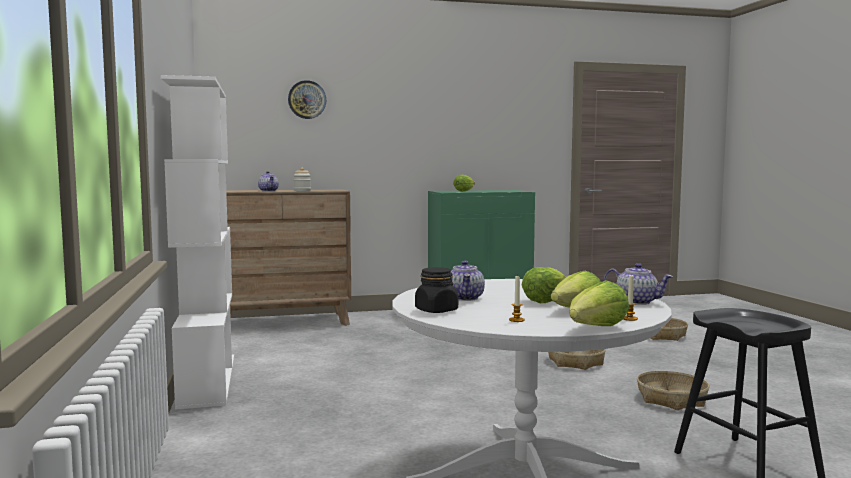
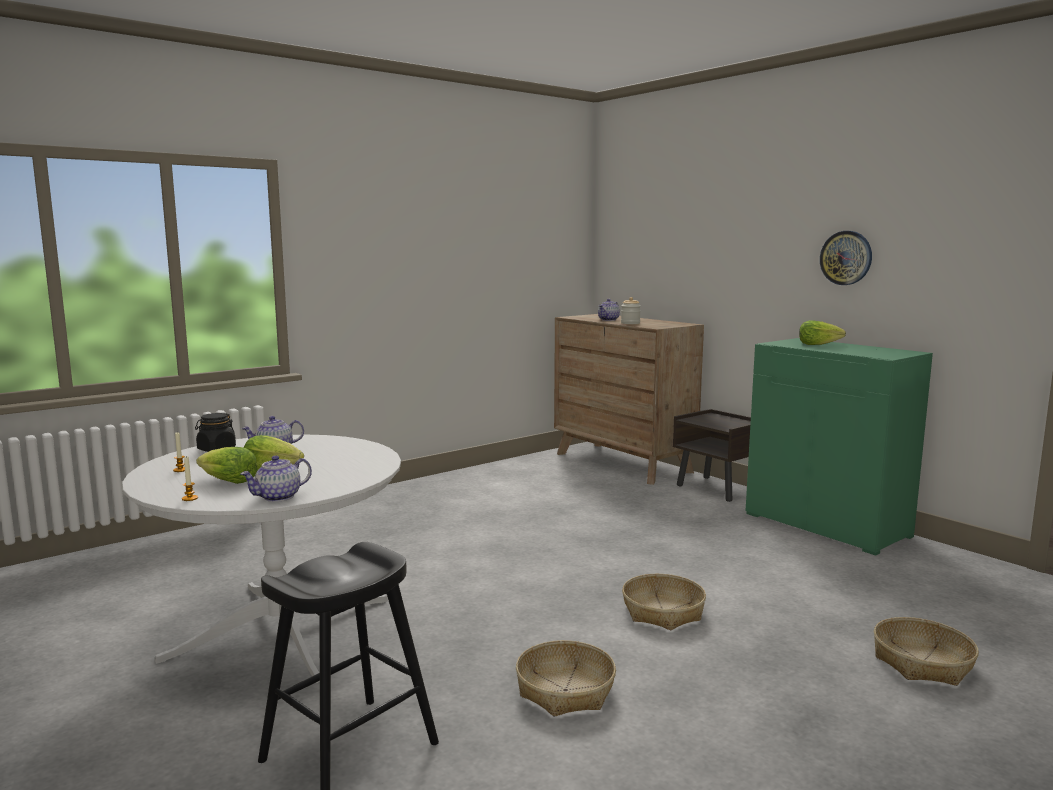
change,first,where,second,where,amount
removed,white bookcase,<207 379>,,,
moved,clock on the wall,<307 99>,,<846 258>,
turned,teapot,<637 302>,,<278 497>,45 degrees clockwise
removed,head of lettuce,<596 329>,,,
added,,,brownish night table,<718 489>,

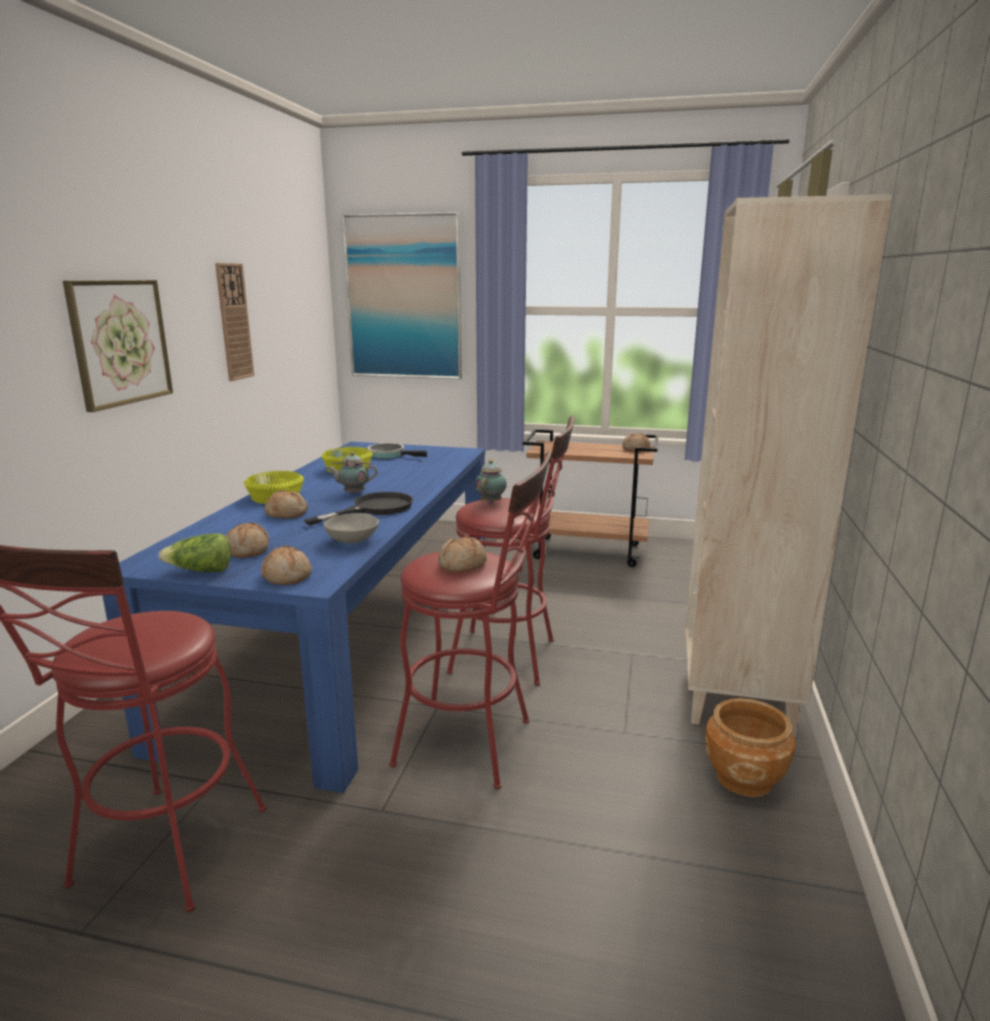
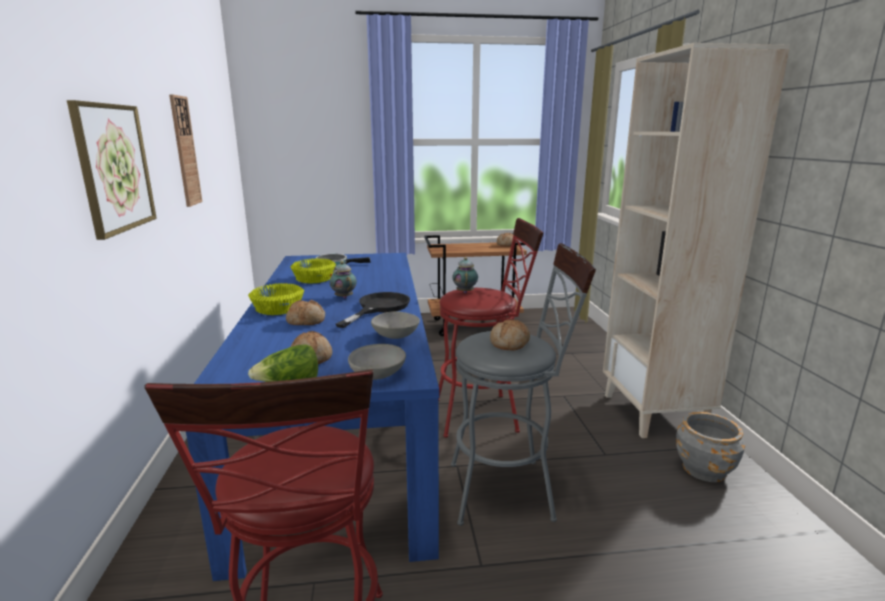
change,first,where,second,where,amount
removed,wall art,<404 298>,,,
recoloured,reddish stool seat,<475 744>,gray stool seat,<510 490>,
turned,teapot,<353 493>,,<343 297>,75 degrees clockwise
replaced,bread,<287 576>,gray bowl,<378 375>,
recoloured,brownish flower pot,<744 778>,gray flower pot,<704 469>,

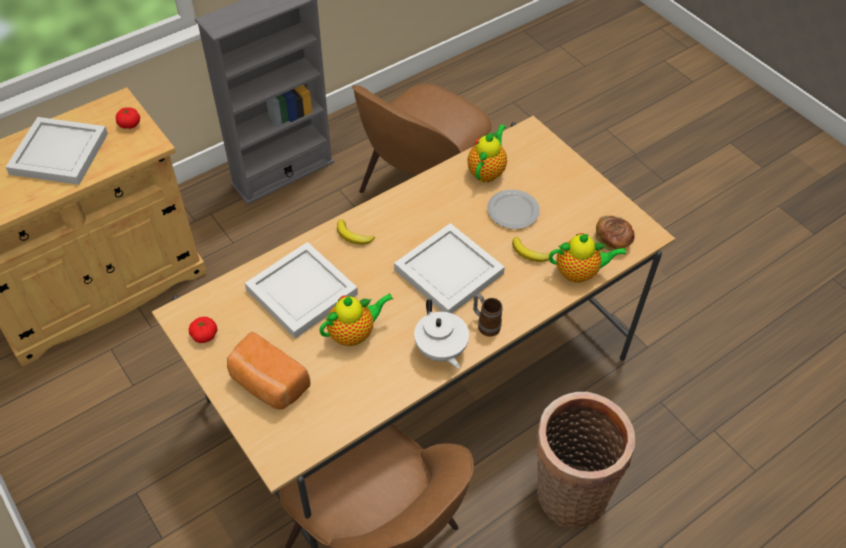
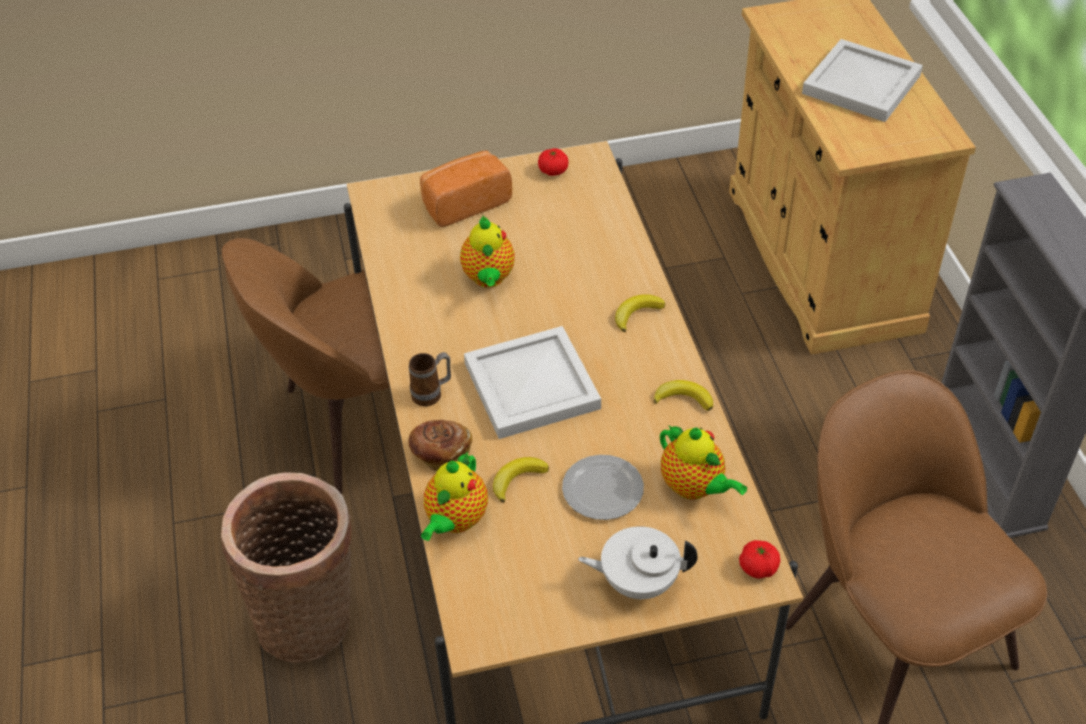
change,first,where,second,where,amount
moved,fresh tomato,<129 124>,,<758 567>,
moved,bread,<613 240>,,<440 453>,
removed,white carrying tray,<303 292>,,,
moved,white teapot,<440 350>,,<638 581>,
added,,,whole banana,<684 398>,

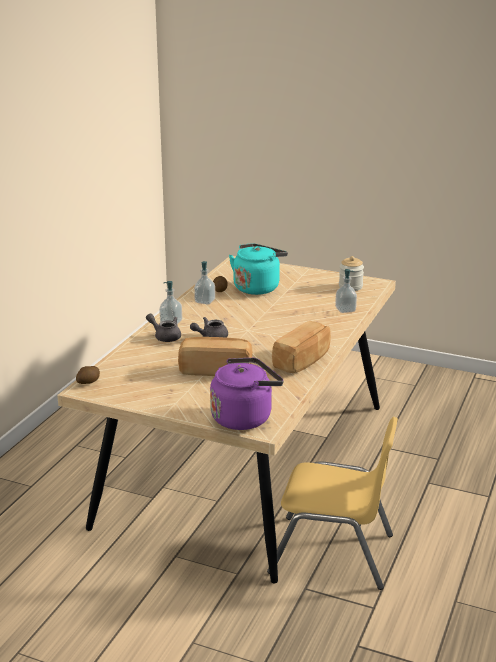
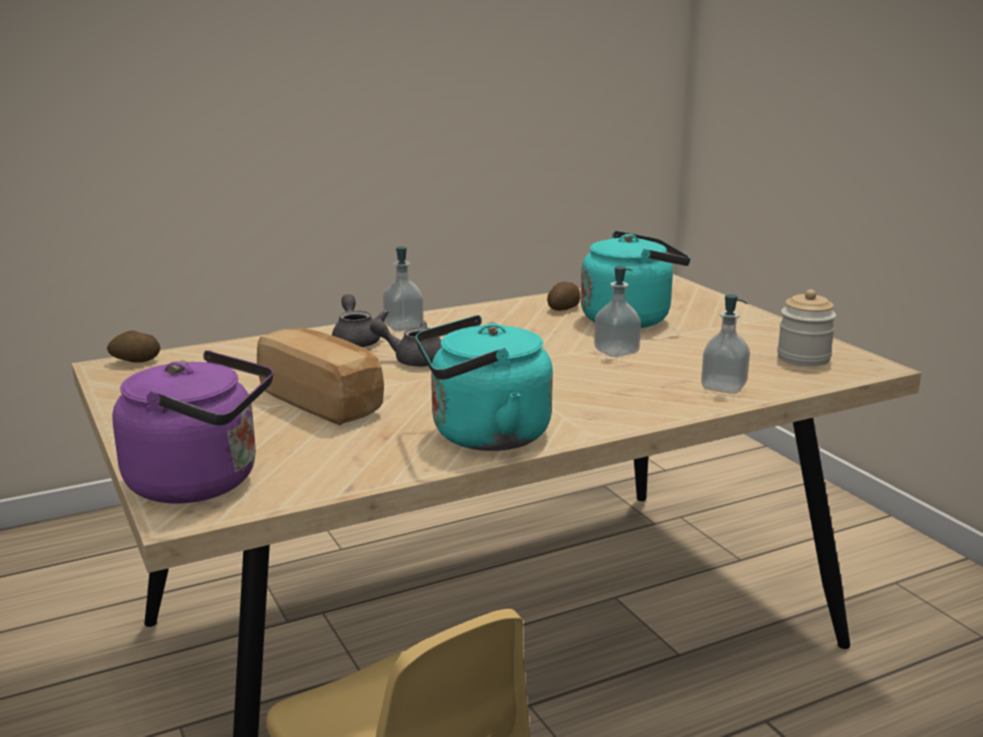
change,first,where,second,where,amount
moved,liquid soap bottle,<205 301>,,<616 351>,
replaced,bread,<303 361>,turquoise tea kettle,<483 436>,

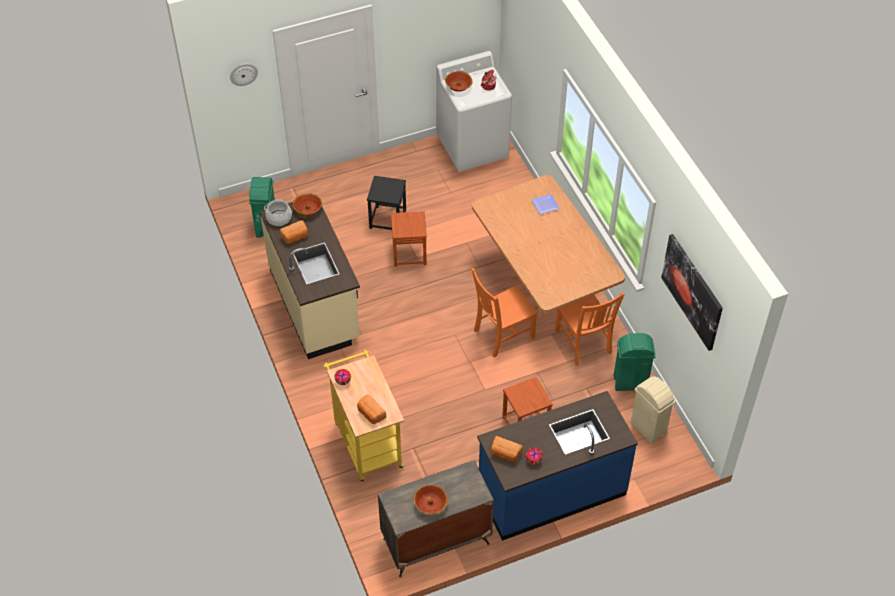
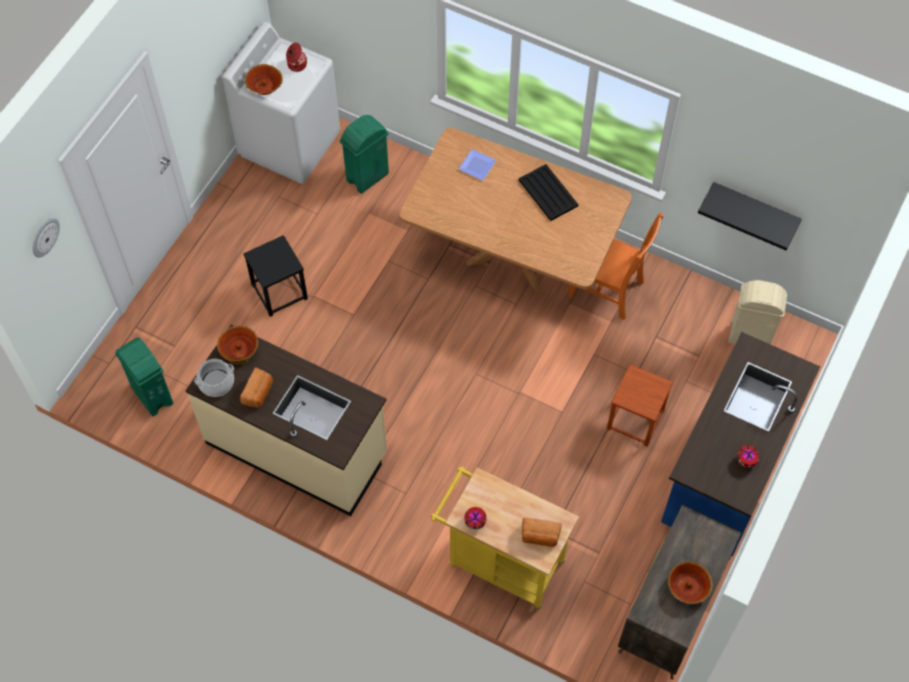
change,first,where,second,where,amount
removed,brownish stool seat,<409 253>,,,
removed,wall art,<692 291>,,,
removed,orange plain chair,<502 335>,,,
moved,green rubbish bin,<629 382>,,<367 177>,
removed,bread,<505 454>,,,
added,,,black carrying tray,<548 193>,
added,,,black bracket shelf,<754 209>,

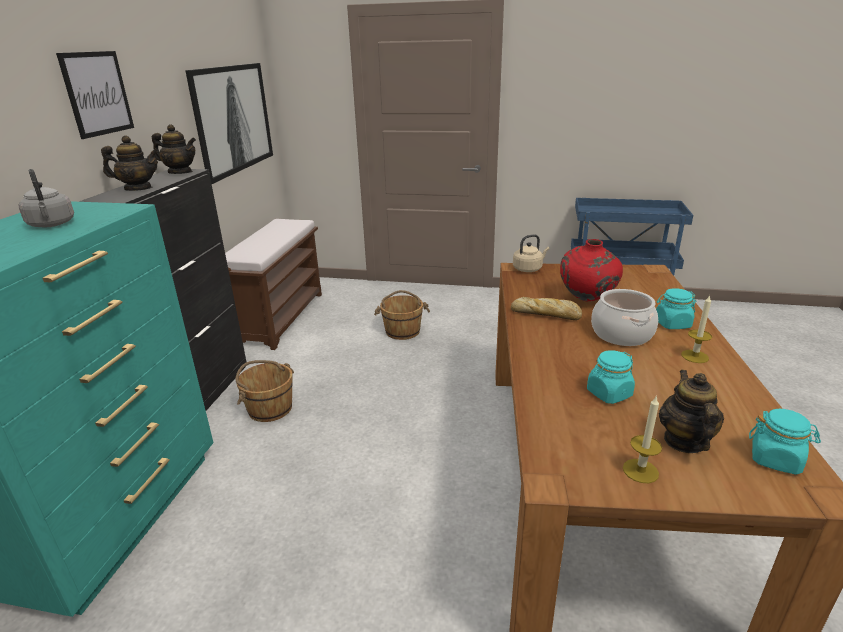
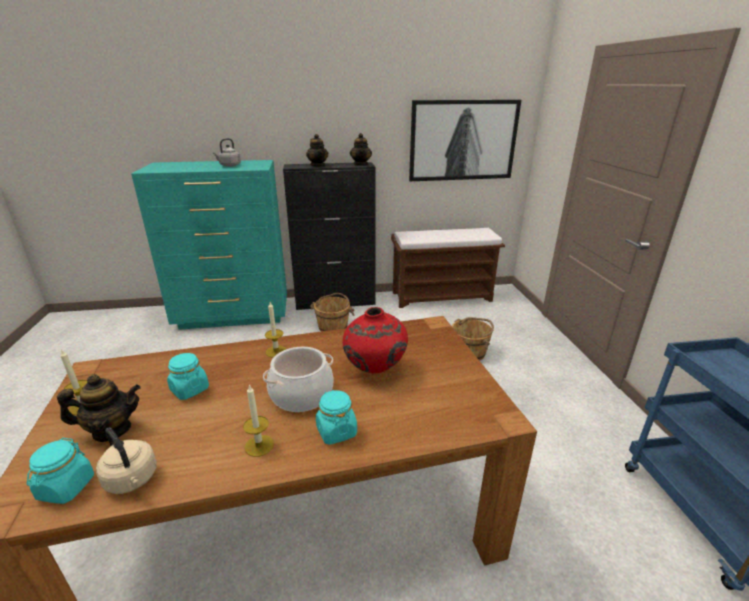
change,first,where,second,where,amount
removed,wall art,<97 93>,,,
moved,sand-coloured tea kettle,<528 269>,,<132 480>,
removed,bread,<547 314>,,,
added,,,wax light,<276 351>,

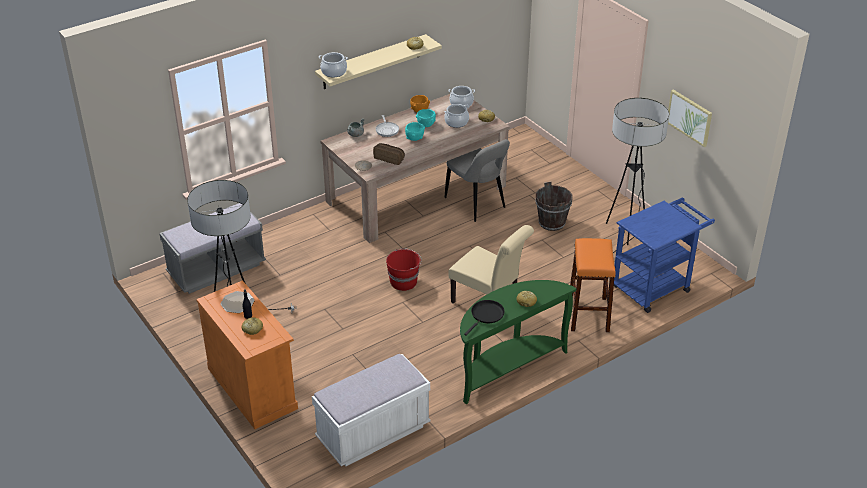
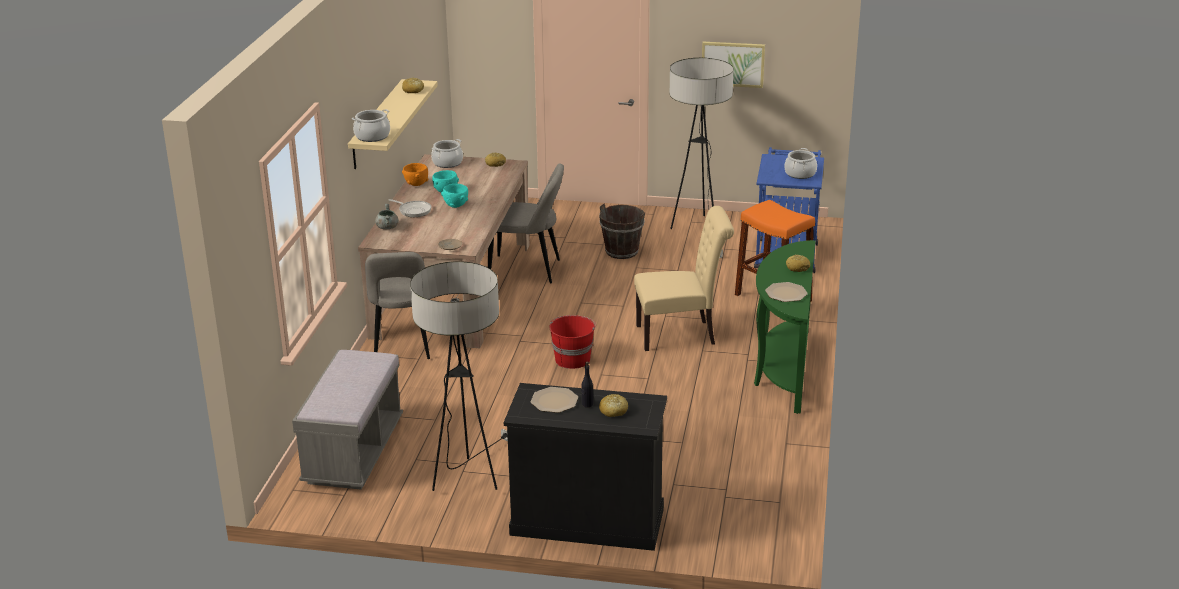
change,first,where,second,where,amount
moved,cooking pot,<456 122>,,<800 174>,
removed,bread,<389 158>,,,
recoloured,orange storage cabinet,<252 388>,black storage cabinet,<587 521>,
replaced,black pan,<486 315>,dinner plate,<786 293>,
removed,white long seat,<373 433>,,,
added,,,gray plain chair,<402 345>,

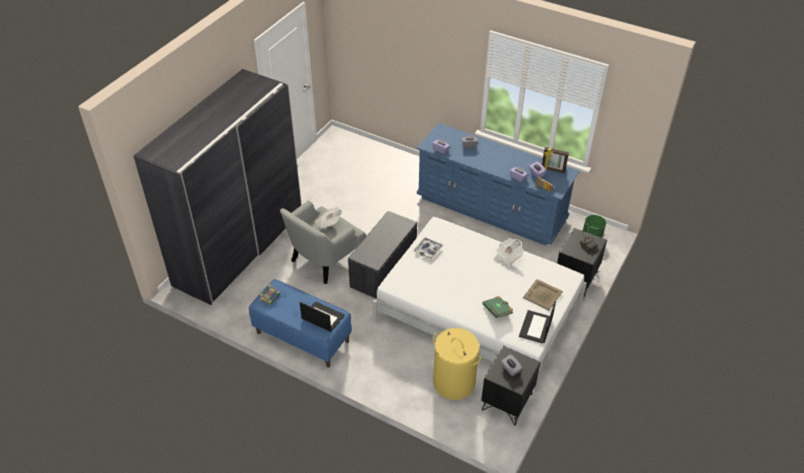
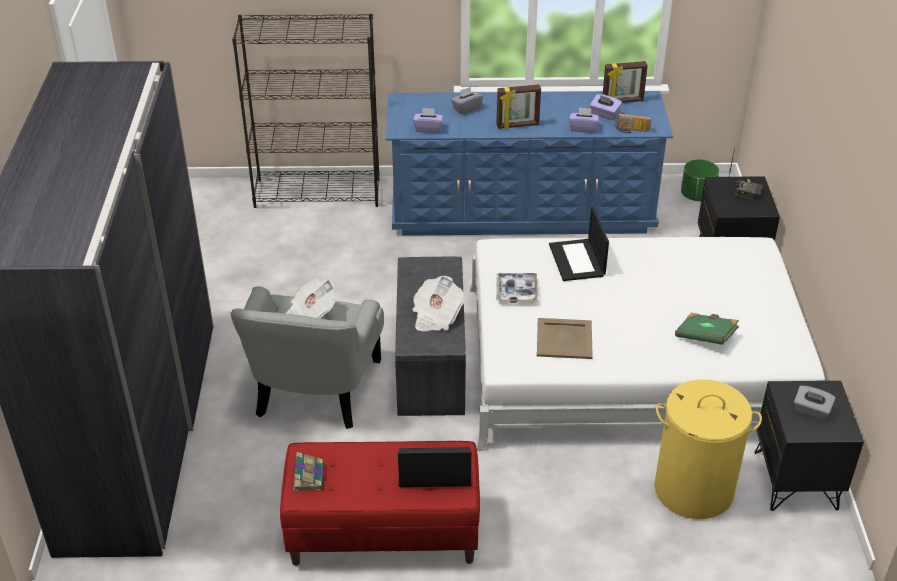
change,first,where,second,where,amount
moved,newspaper,<507 257>,,<436 316>,
recoloured,blue-coloured long seat,<302 337>,reddish long seat,<383 534>,
moved,sand-coloured carrying tray,<543 295>,,<565 338>,
moved,laptop,<536 327>,,<577 260>,
added,,,black bookcase,<318 193>,
added,,,photo frame,<517 125>,

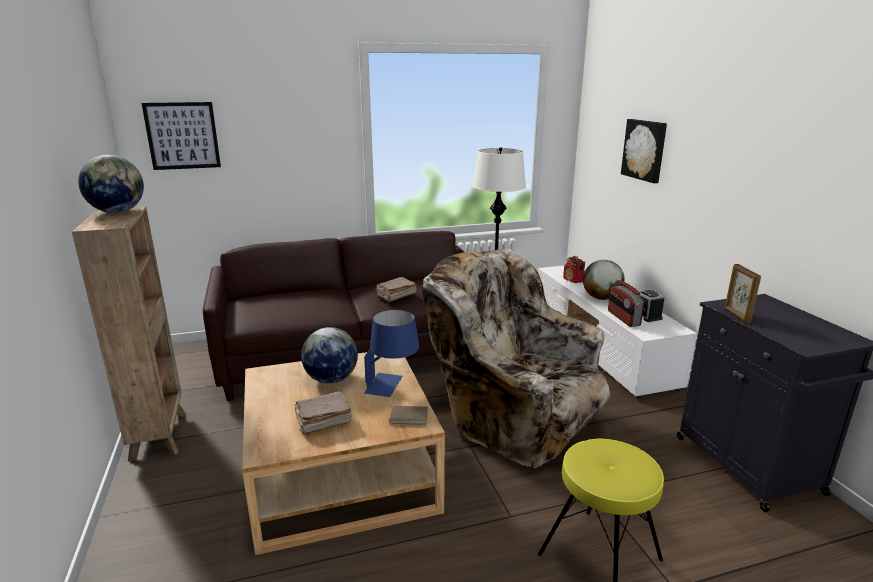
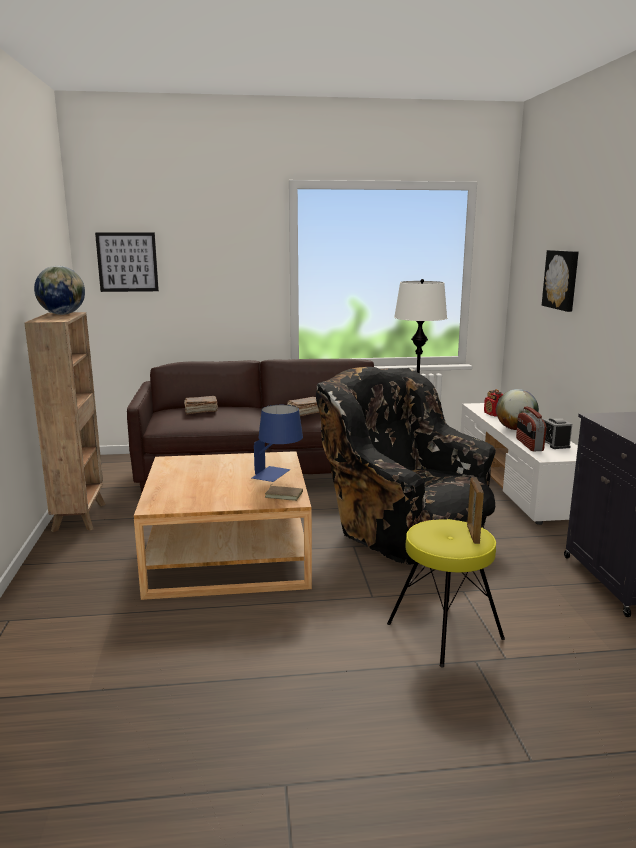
change,first,where,second,where,amount
recoloured,sand-coloured lounge chair,<513 417>,black lounge chair,<403 529>,
moved,photo frame,<736 315>,,<473 534>,
removed,desk globe,<331 379>,,,
moved,brownish book,<322 421>,,<200 411>,

